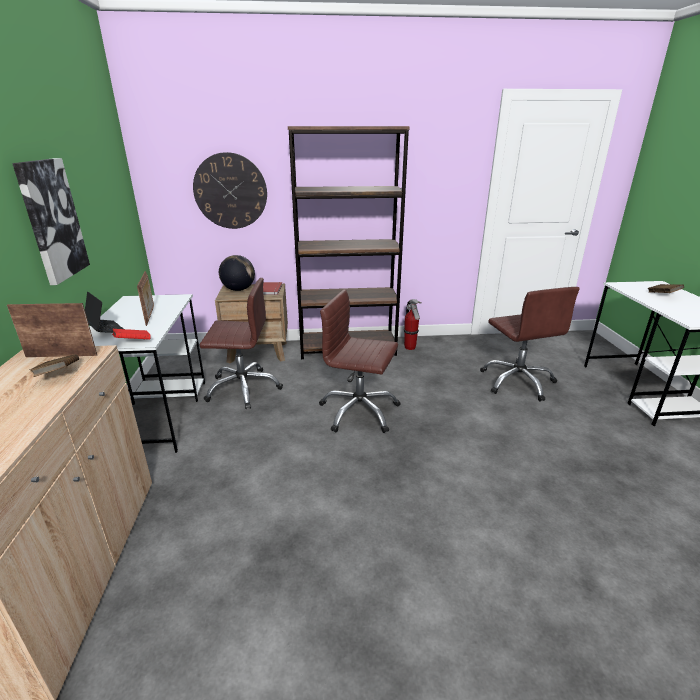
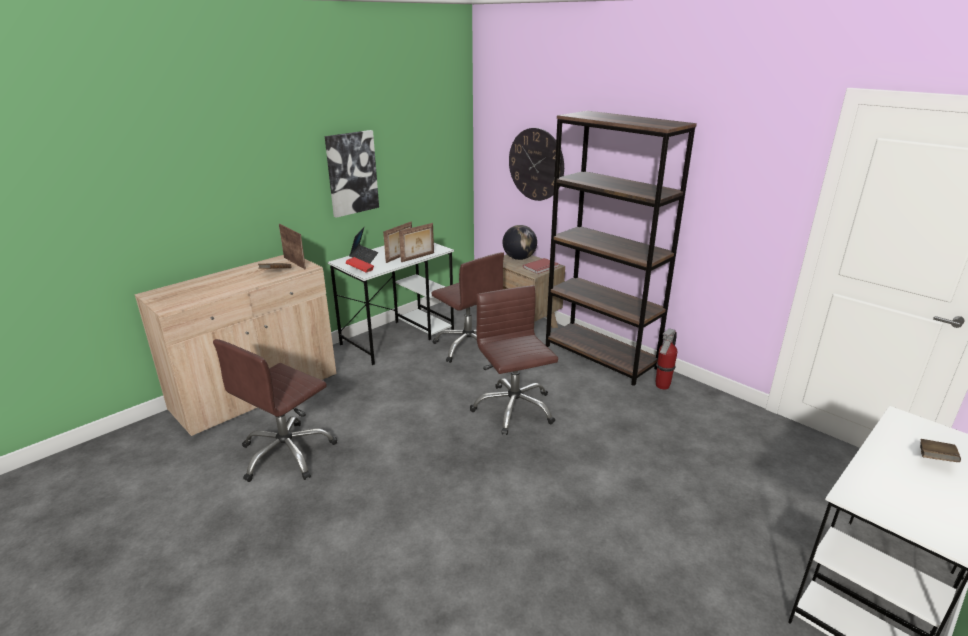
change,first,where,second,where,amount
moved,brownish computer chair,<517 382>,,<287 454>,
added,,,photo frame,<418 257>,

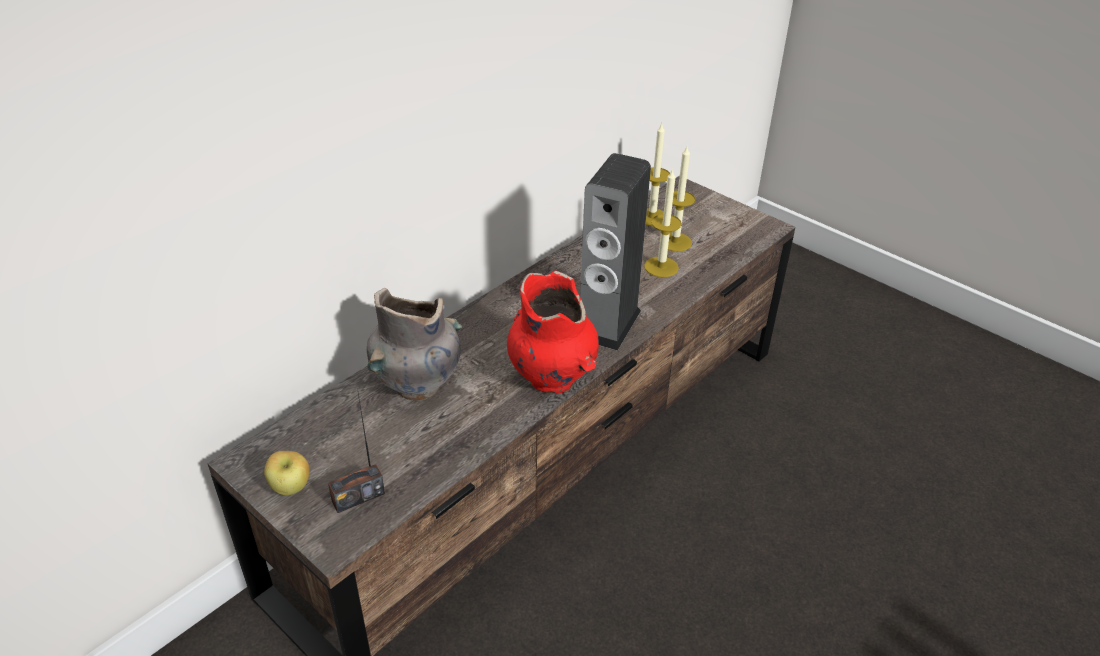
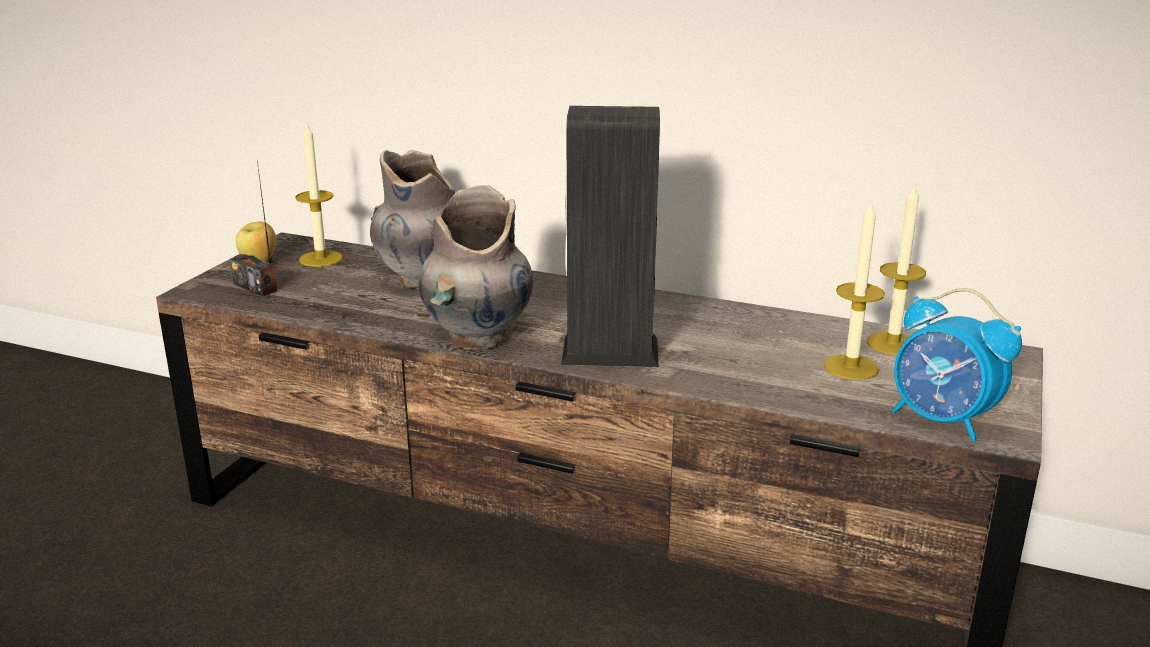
change,first,where,second,where,amount
moved,wax light,<661 267>,,<321 259>,
recoloured,reddish decorative vase,<553 379>,gray decorative vase,<477 338>,
added,,,alarm clock,<942 421>,

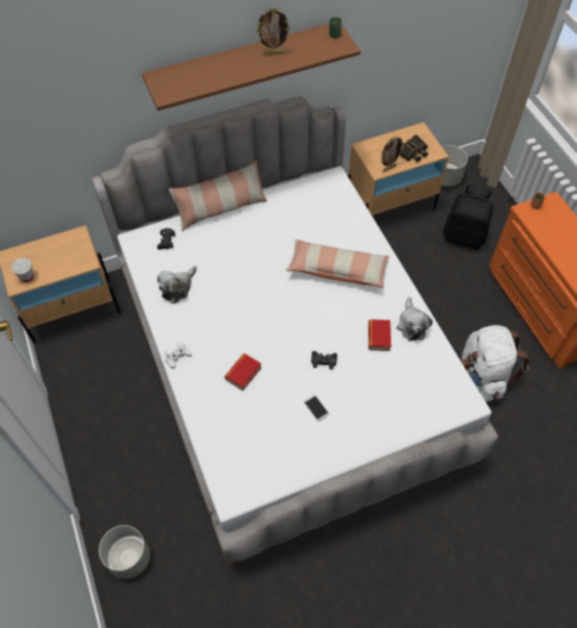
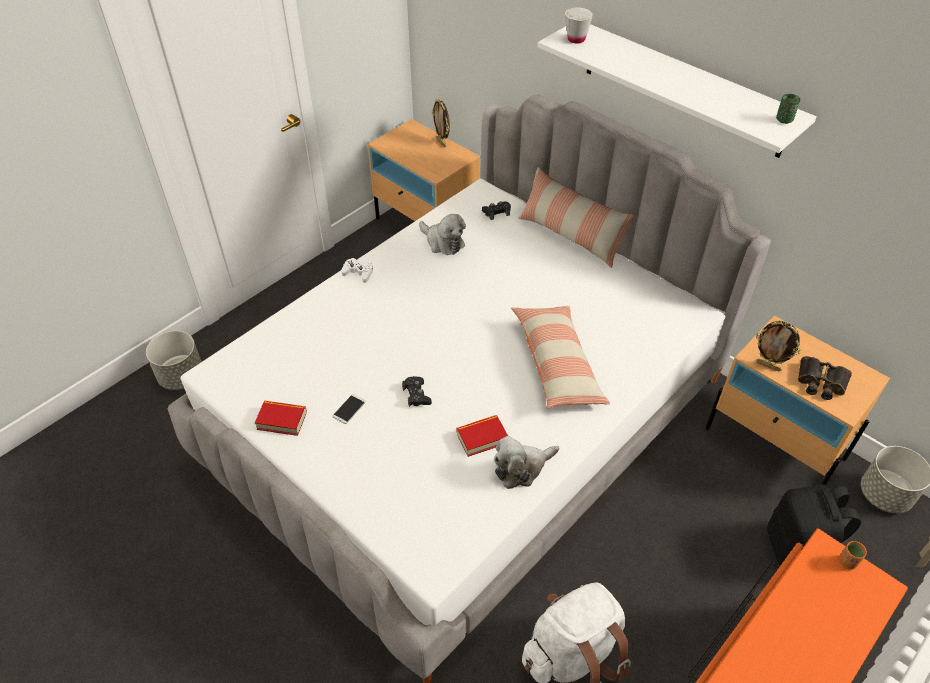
change,first,where,second,where,amount
moved,photo frame,<273 53>,,<441 143>,
recoloured,brownish bracket shelf,<244 63>,white bracket shelf,<682 88>,
moved,white cup,<27 277>,,<576 39>,
turned,soft toy,<178 288>,,<443 242>,150 degrees counterclockwise
moved,book,<243 373>,,<282 420>,

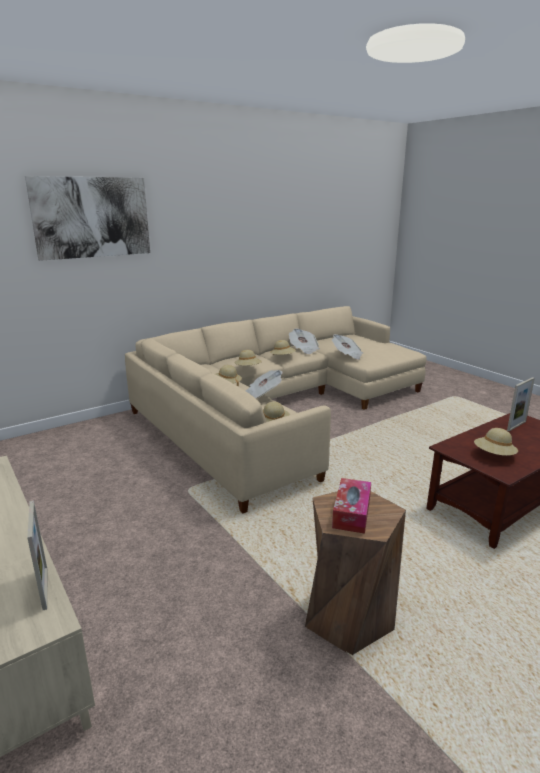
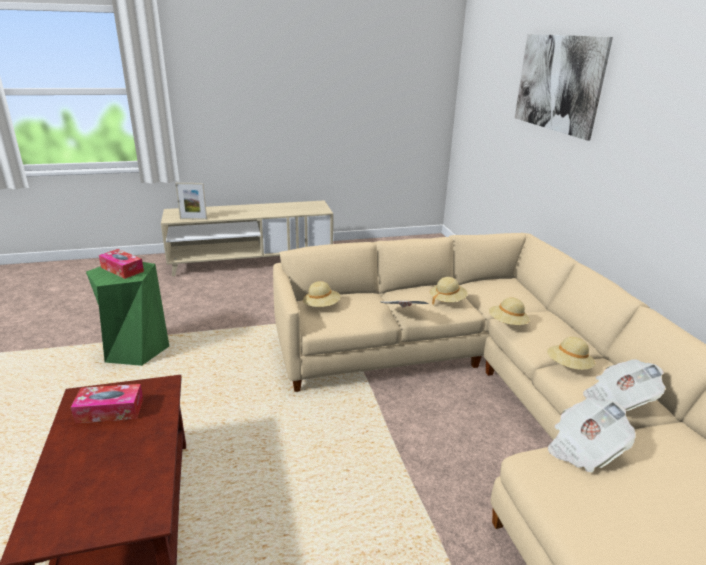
change,first,where,second,where,amount
removed,photo frame,<516 426>,,,
replaced,sand-coloured clothing hat,<494 455>,tissue box,<110 411>,
recoloured,brownish stool seat,<348 617>,green stool seat,<136 350>,

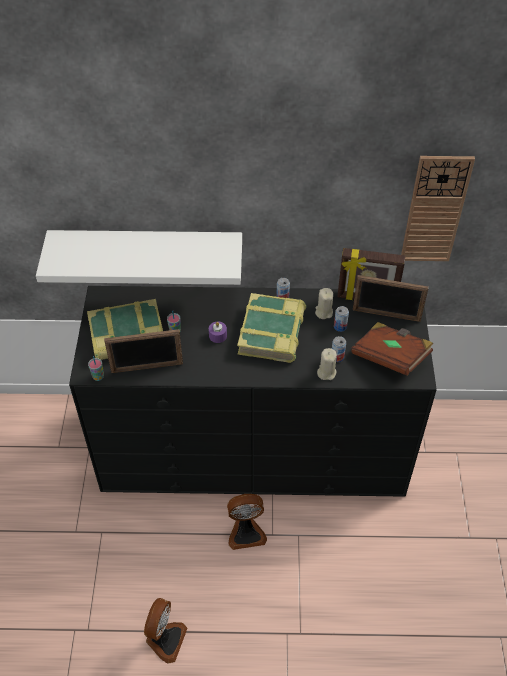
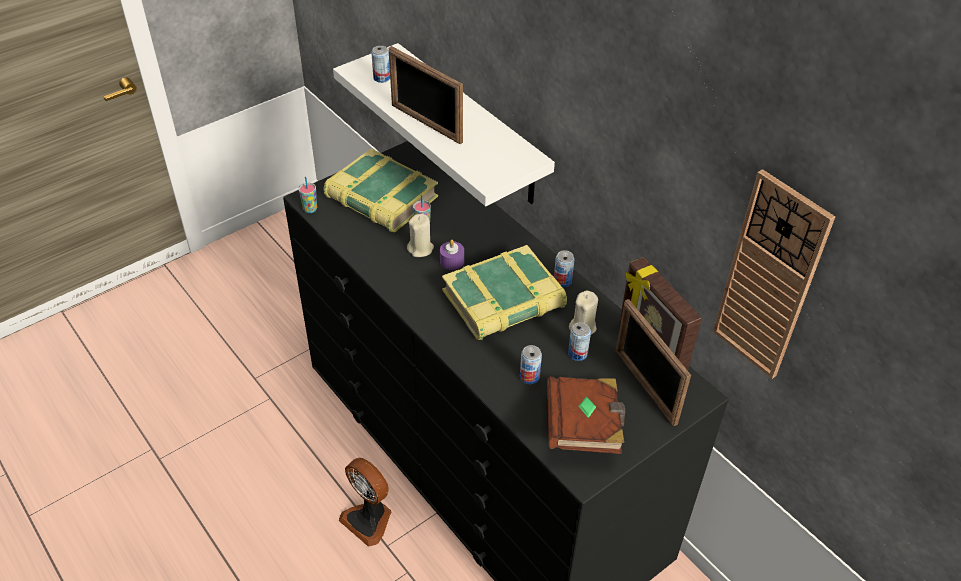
change,first,where,second,where,amount
moved,photo frame,<147 367>,,<426 124>,
moved,sand-coloured wax light,<326 372>,,<420 249>,
removed,cooling fan,<165 639>,,,
added,,,can,<382 78>,

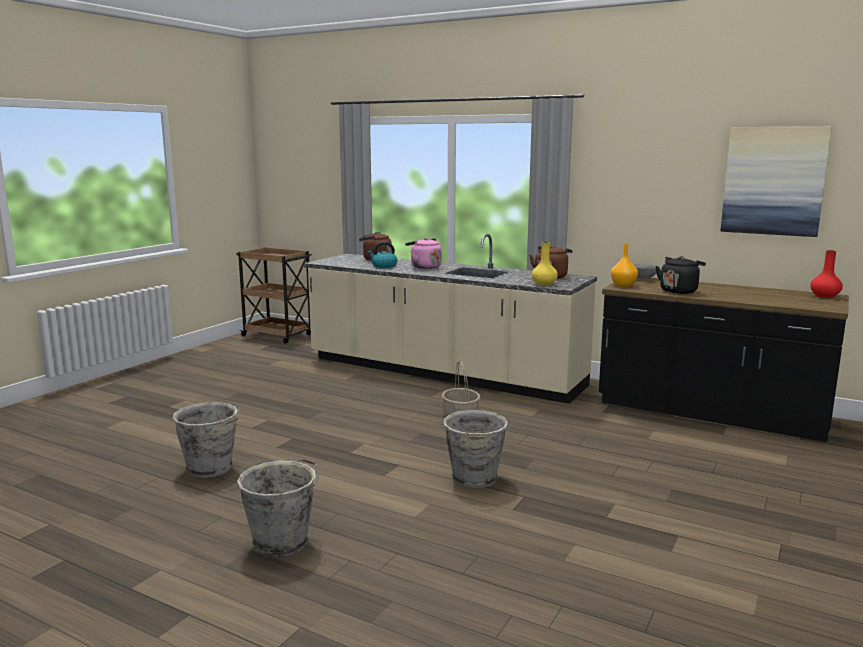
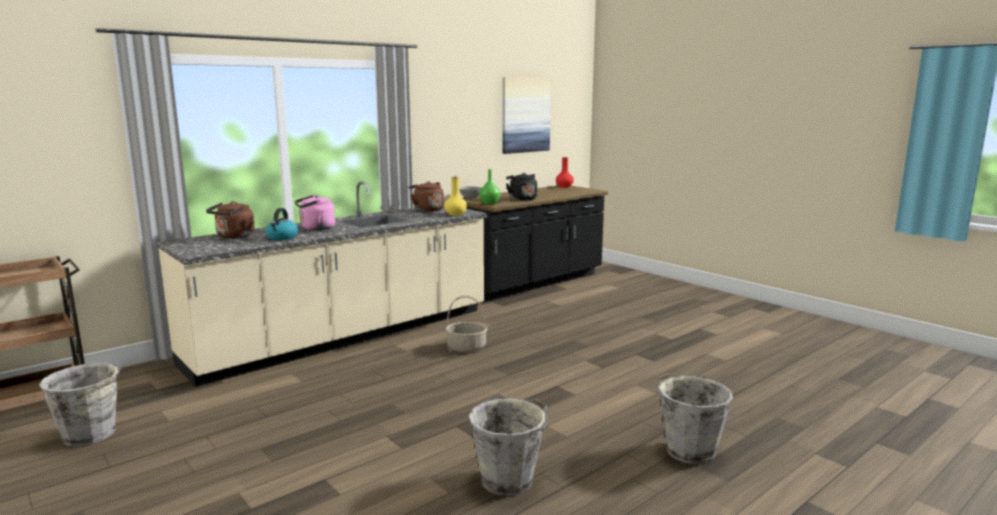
change,first,where,second,where,amount
recoloured,orange decorative vase,<622 285>,green decorative vase,<489 203>,
moved,gray bucket,<474 479>,,<91 435>,

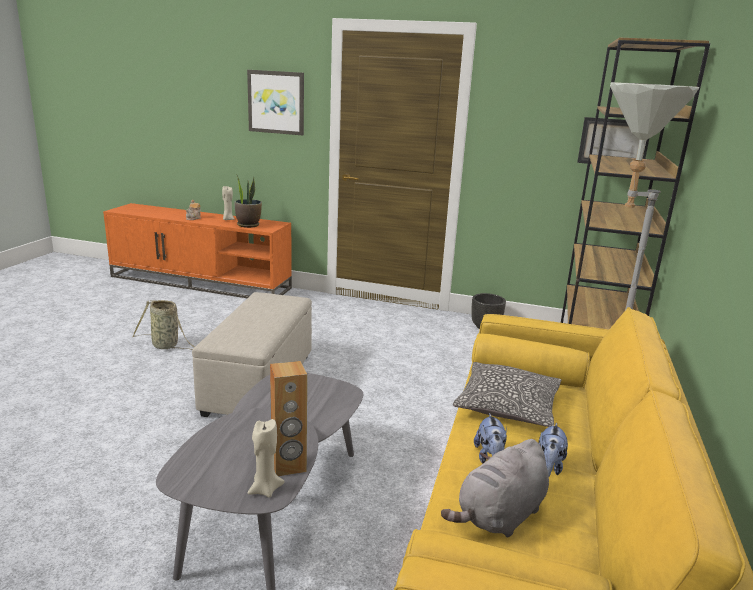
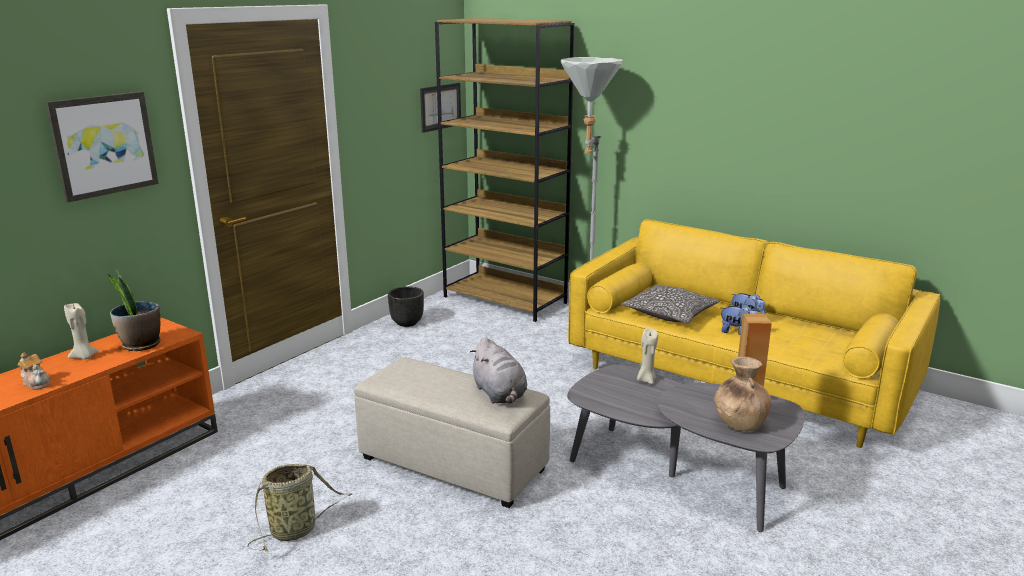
change,first,where,second,where,amount
moved,sand-coloured wax light,<265 489>,,<646 380>,
moved,gray soft toy,<499 516>,,<500 394>,
added,,,brownish decorative vase,<739 422>,

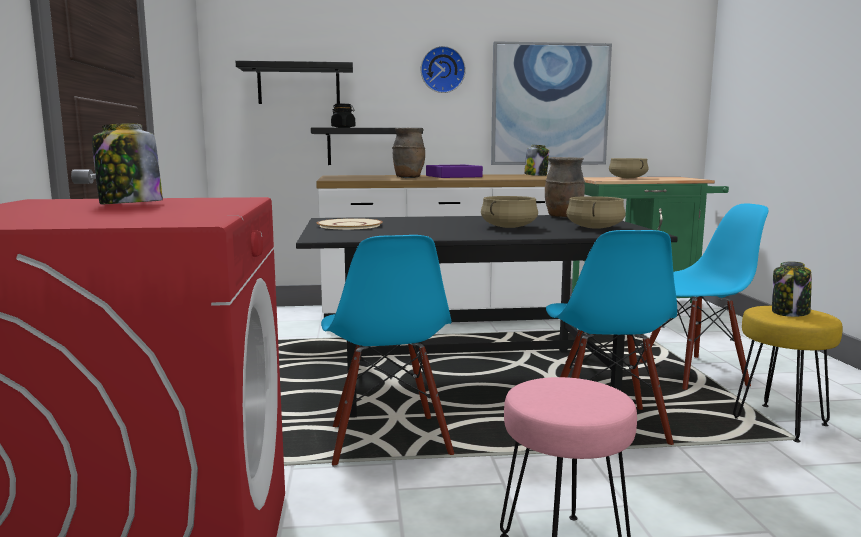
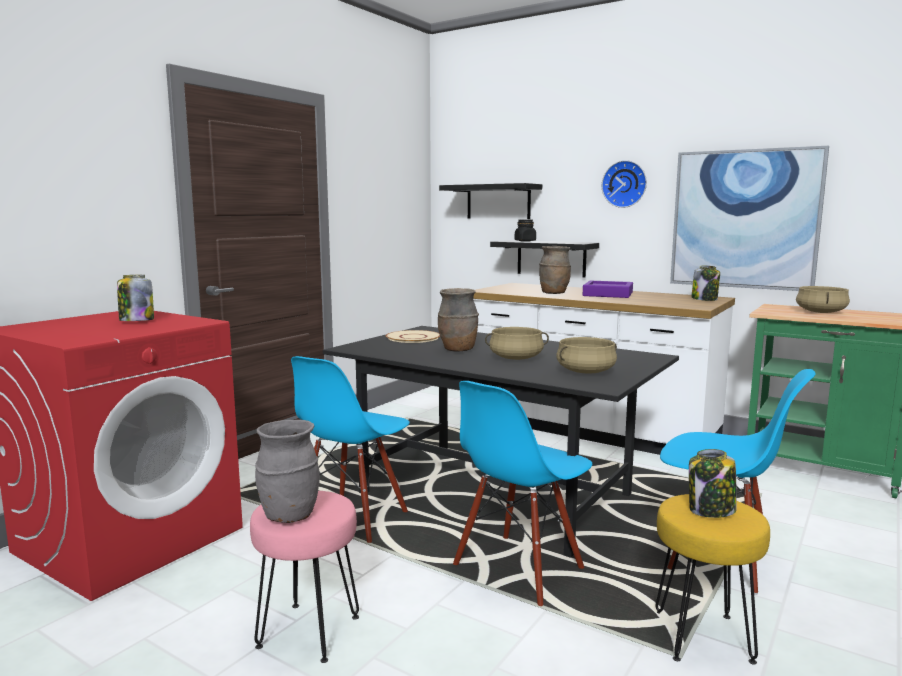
change,first,where,second,where,amount
moved,brownish decorative vase,<563 217>,,<458 350>,
added,,,gray decorative vase,<289 515>,

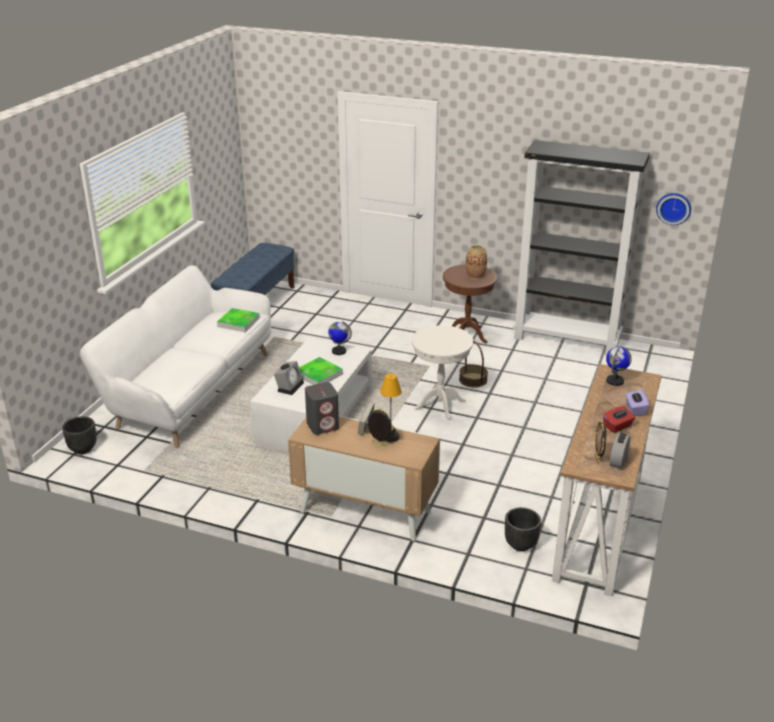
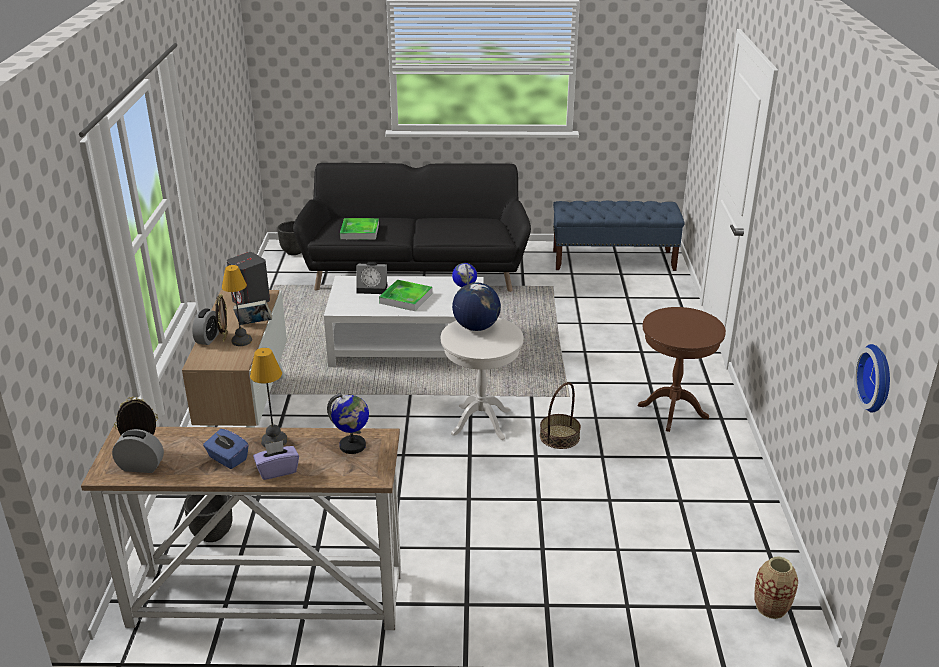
change,first,where,second,where,amount
removed,black bookcase,<567 339>,,,
moved,decorative vase,<475 275>,,<771 607>,
recoloured,white sofa,<190 390>,black sofa,<416 270>,
moved,carrying tray,<238 322>,,<359 231>,
recoloured,reddish tissue box,<617 426>,blue-coloured tissue box,<227 459>,
added,,,desk globe,<476 327>,
added,,,alarm clock,<208 339>,
added,,,tabletop lamp,<275 441>,

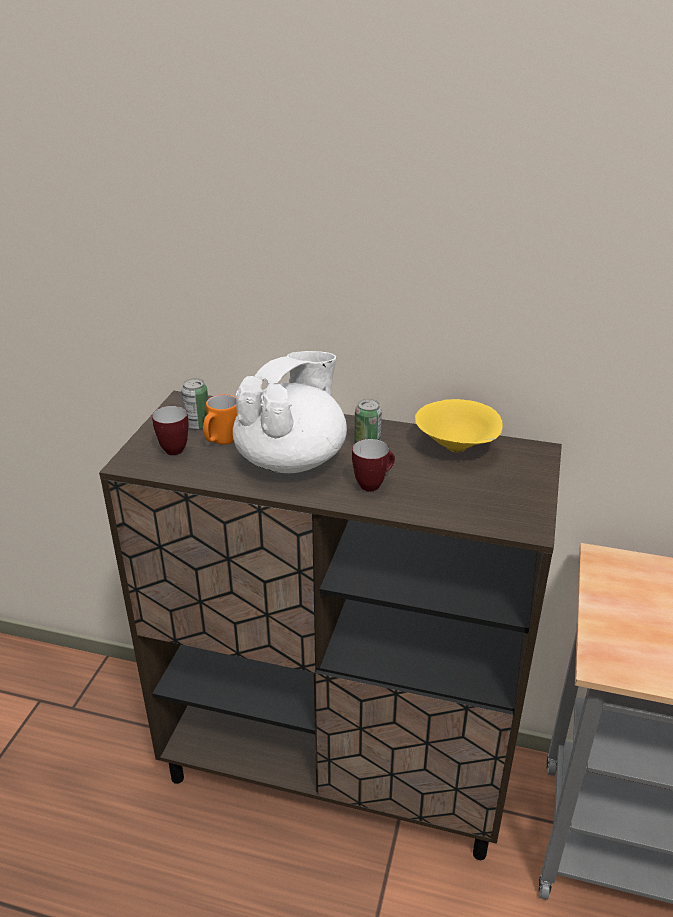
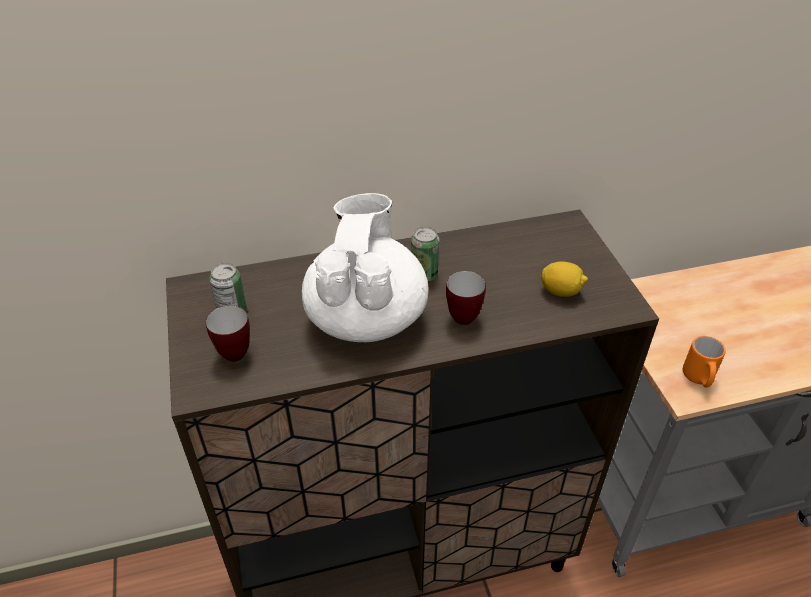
change,first,where,second,where,amount
moved,orange mug,<221 440>,,<699 378>,
removed,yellow bowl,<457 448>,,,
added,,,whole lemon,<561 291>,

